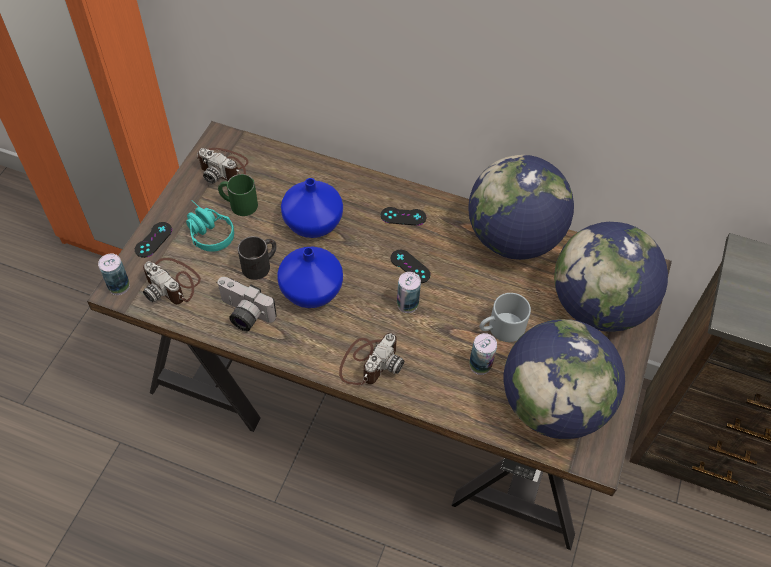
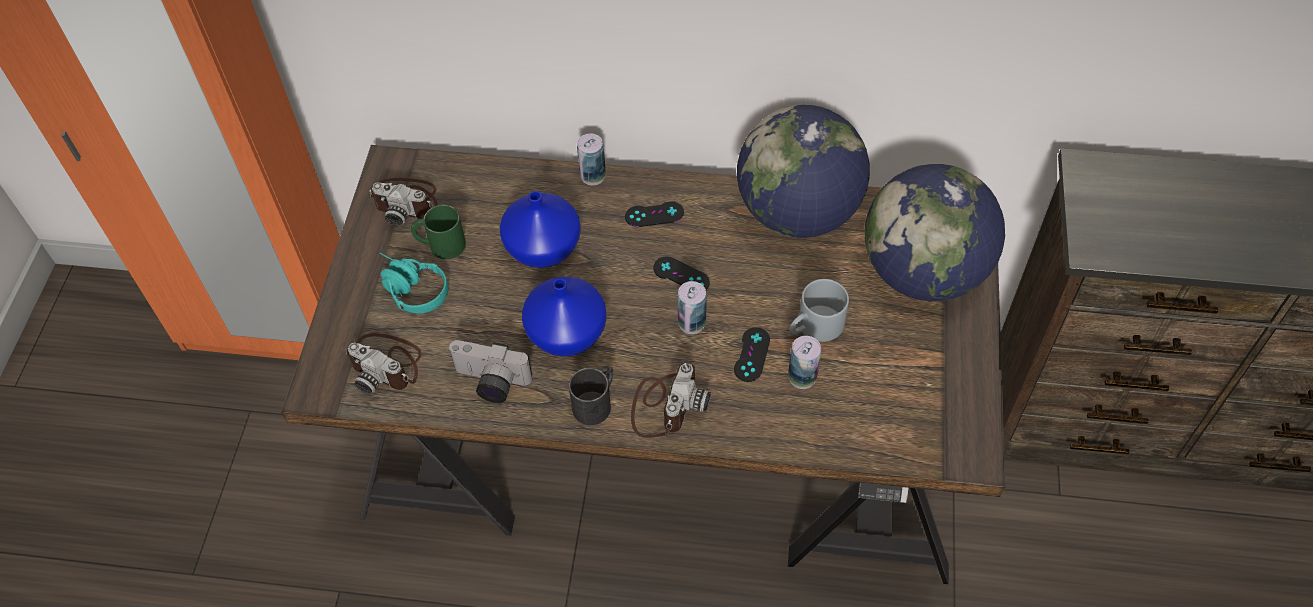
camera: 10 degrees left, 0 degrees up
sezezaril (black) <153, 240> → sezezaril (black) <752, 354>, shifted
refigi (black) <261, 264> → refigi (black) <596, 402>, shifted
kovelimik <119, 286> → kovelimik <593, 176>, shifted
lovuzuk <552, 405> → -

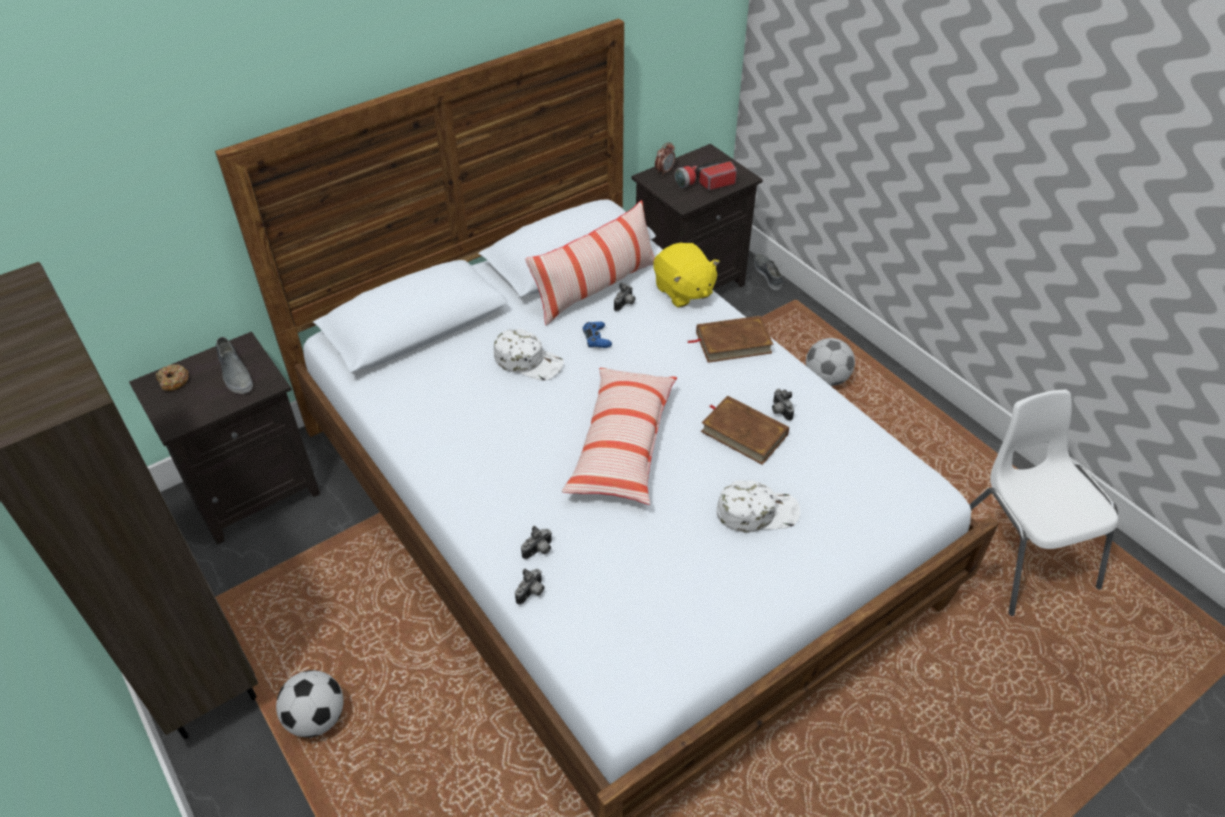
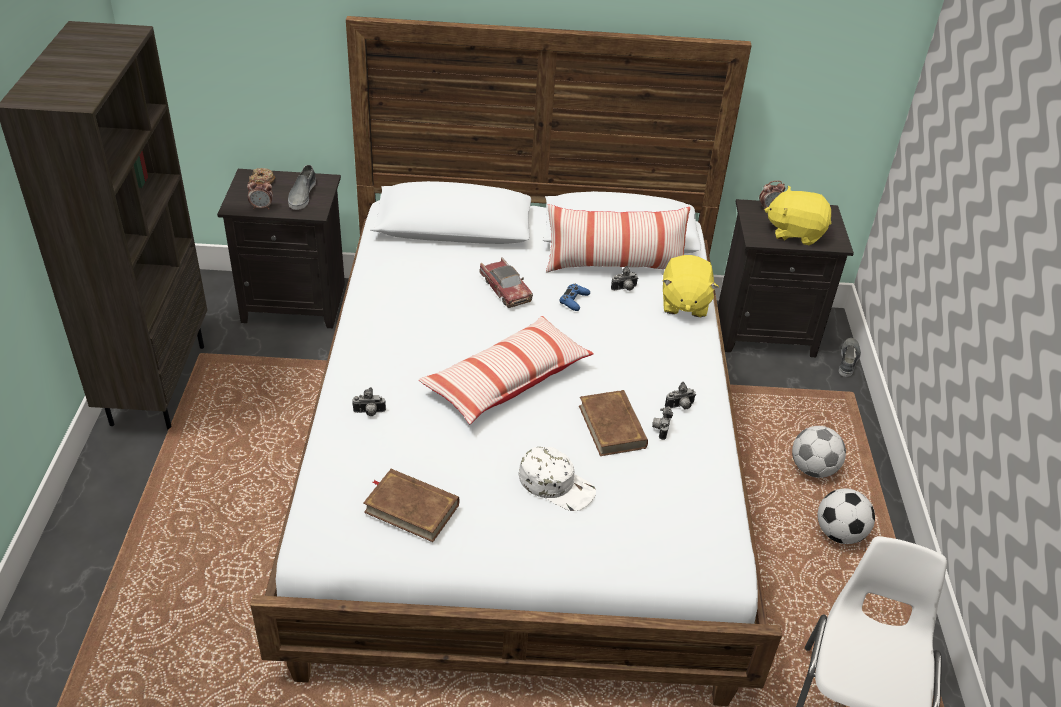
camera: 35 degrees right, 5 degrees down
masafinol <705, 183> → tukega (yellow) <795, 232>
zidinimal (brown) <733, 342> → zidinimal (brown) <411, 508>, shifted
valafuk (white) <528, 361> → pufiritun <505, 289>
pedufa <532, 593> → pedufa <680, 406>, shifted
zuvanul <316, 718> → zuvanul <839, 533>, shifted
- → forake <262, 207>

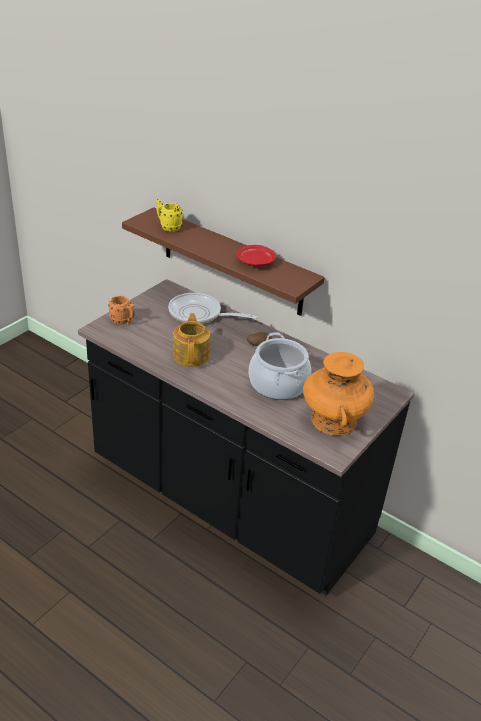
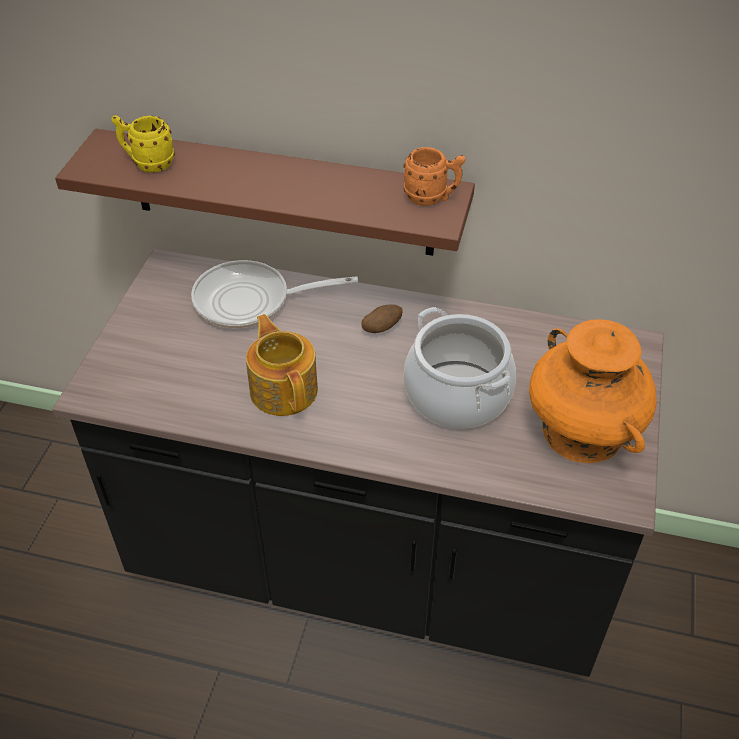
camera: 20 degrees left, 10 degrees up
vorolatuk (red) <255, 262> → -
refigi (orange) <123, 322> → refigi (orange) <432, 198>, shifted

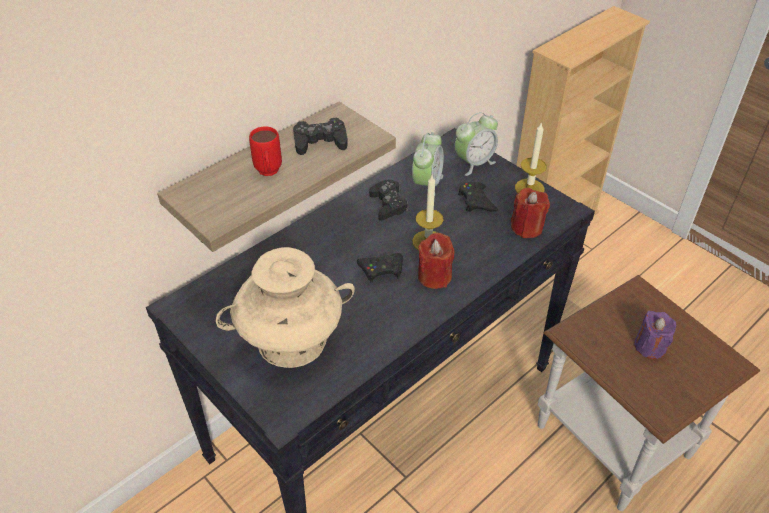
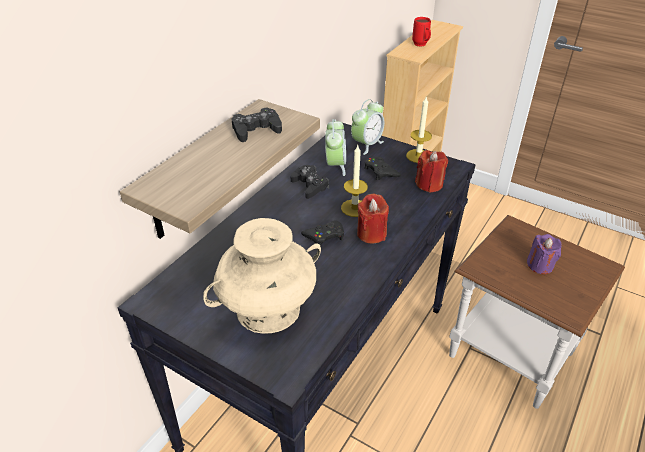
camera: 15 degrees left, 5 degrees down
refigi (red) <269, 174> → refigi (red) <421, 45>, shifted

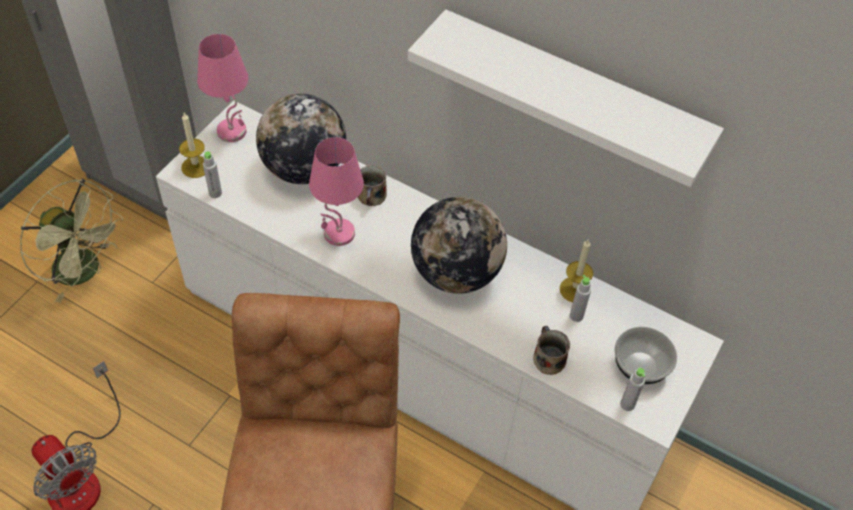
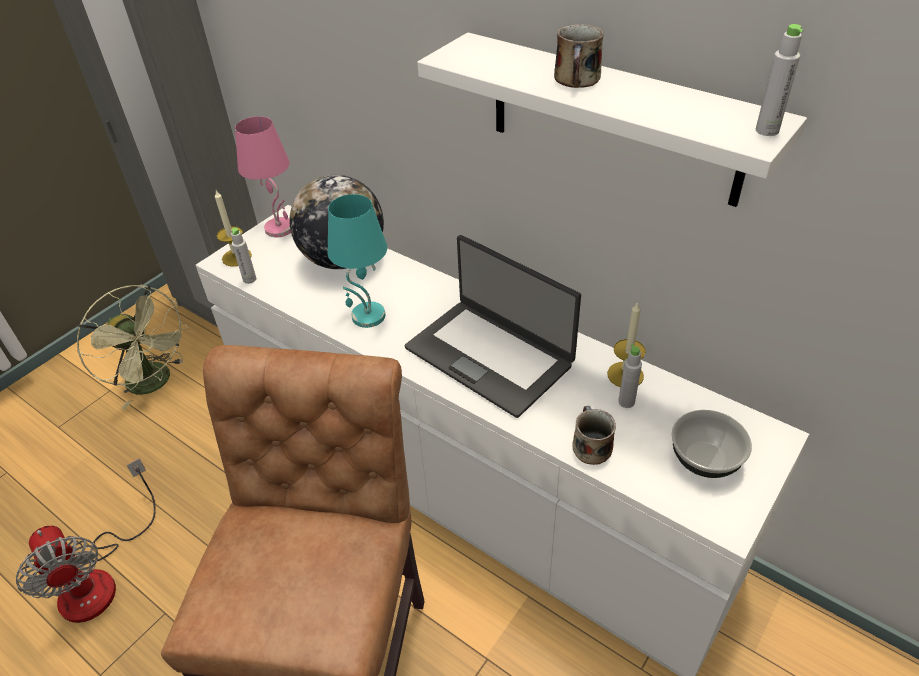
camera: 10 degrees right, 10 degrees down
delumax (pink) <338, 234> → delumax (turquoise) <368, 317>
refigi <372, 196> → refigi <577, 79>, shifted
lovuzuk <456, 273> → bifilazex <490, 355>
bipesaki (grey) <627, 404> → bipesaki (grey) <767, 130>, shifted

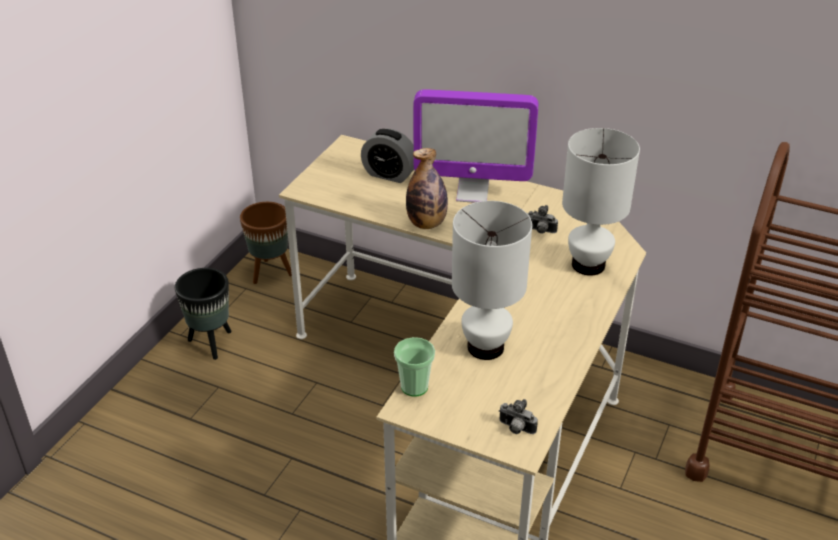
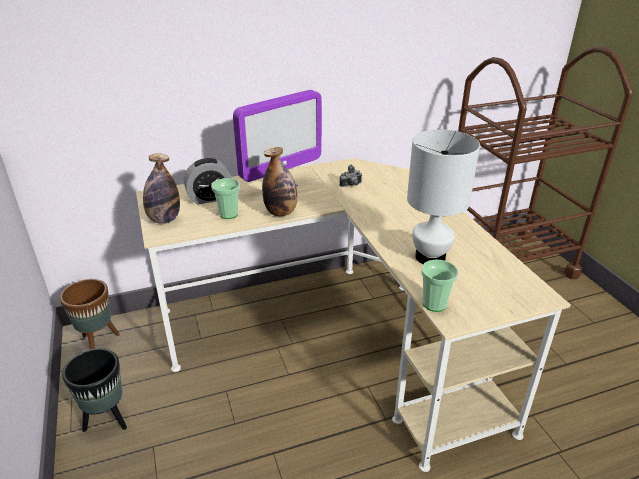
camera: 45 degrees left, 5 degrees down
delumax (white) <589, 265> → -
pedufa <515, 429> → -
- → bipesaki <164, 220>
- → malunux <228, 214>

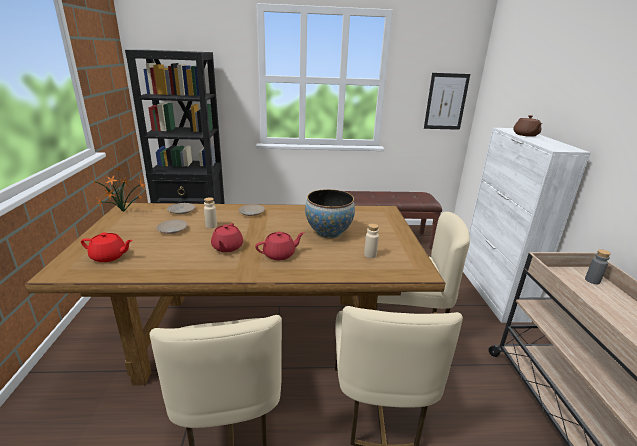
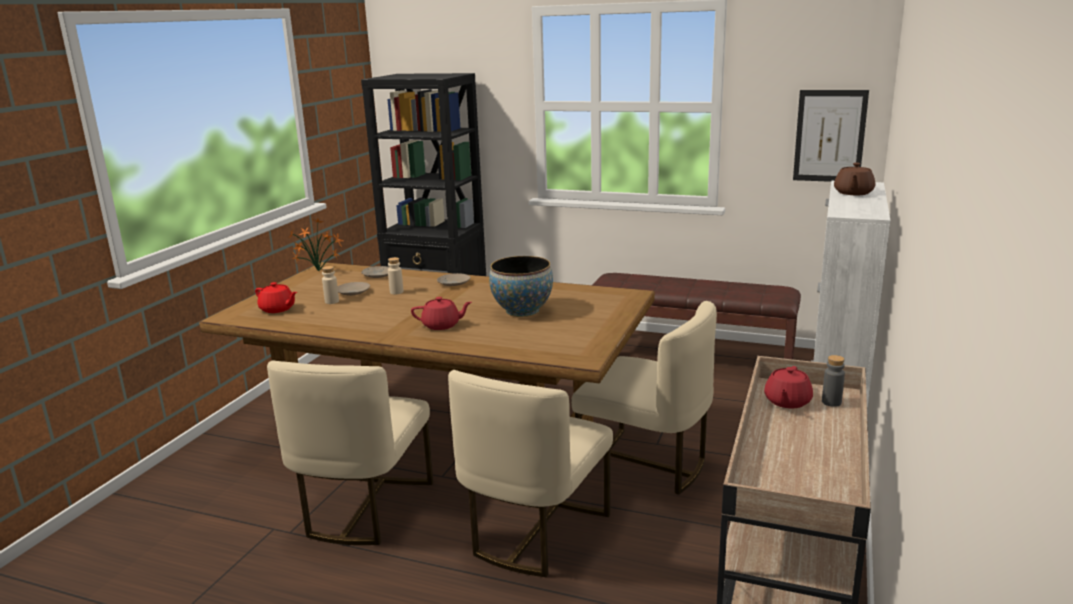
camera: 25 degrees right, 5 degrees down
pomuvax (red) <227, 247> → pomuvax (red) <787, 402>, shifted
bipesaki (beige) <370, 255> → bipesaki (beige) <332, 301>, shifted

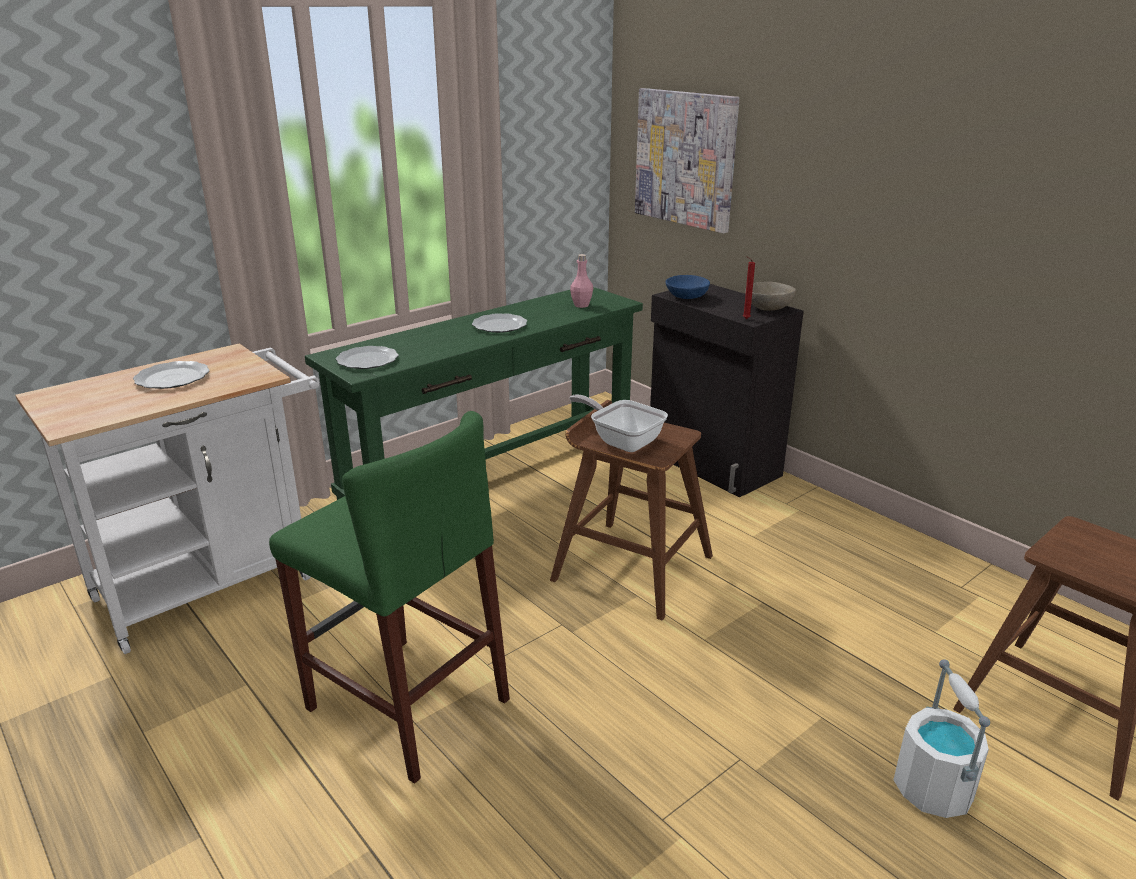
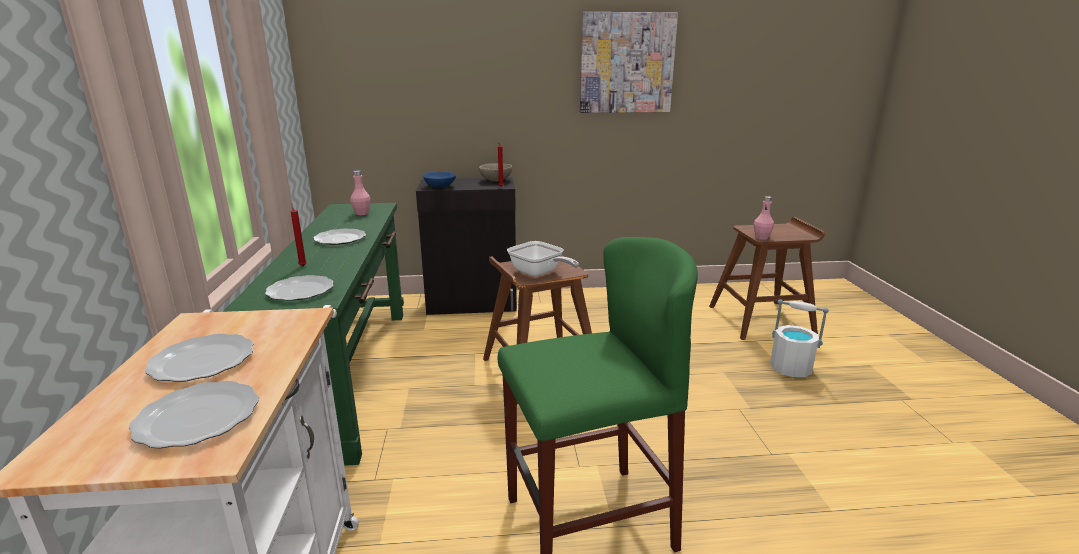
camera: 55 degrees left, 5 degrees down
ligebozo <685, 159> → ligebozo <626, 63>, shifted
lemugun <622, 441> → lemugun <539, 273>, 120 degrees counterclockwise
- → bipesaki (pink) <761, 238>
- → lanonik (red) <302, 265>
- → vorolatuk <196, 417>

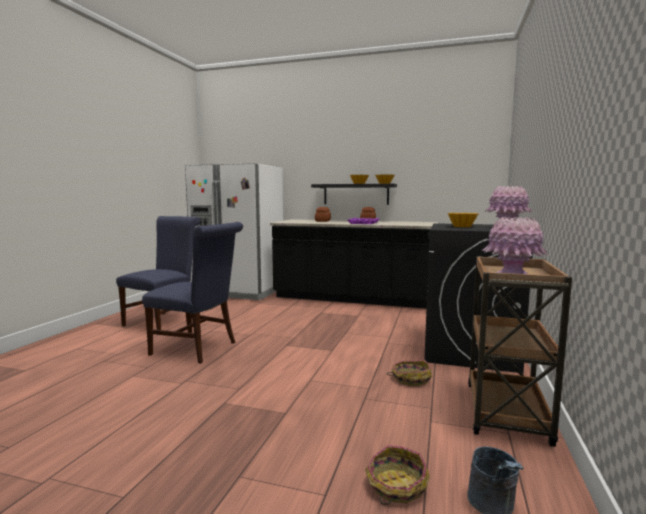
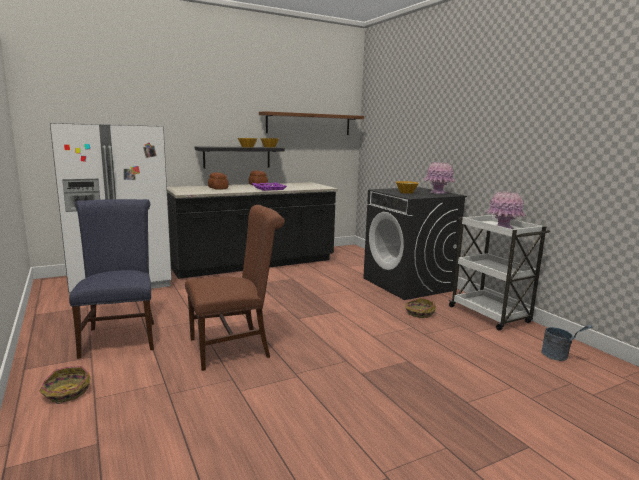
camera: 45 degrees left, 5 degrees up
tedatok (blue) <198, 349> → tedatok (brown) <235, 347>
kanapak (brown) <506, 414> → kanapak (white) <490, 315>
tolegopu <396, 486> → tolegopu <66, 393>, shifted
- → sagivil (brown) <309, 124>

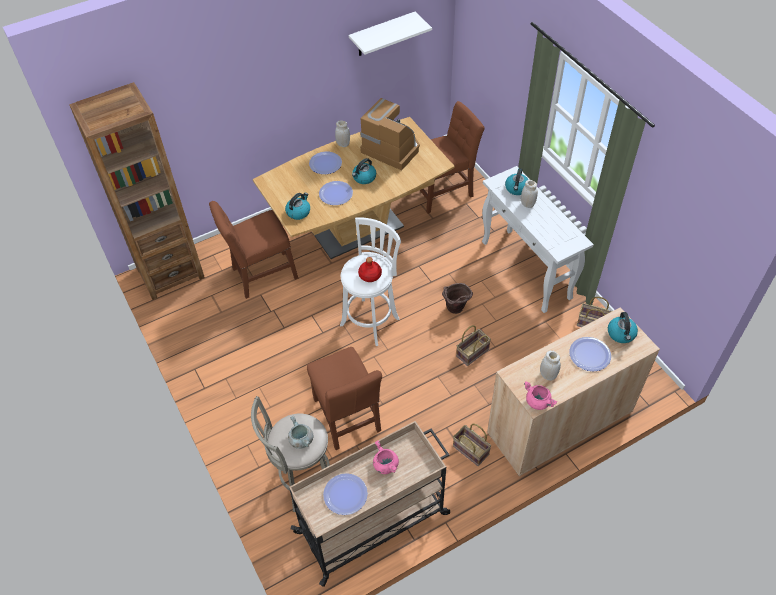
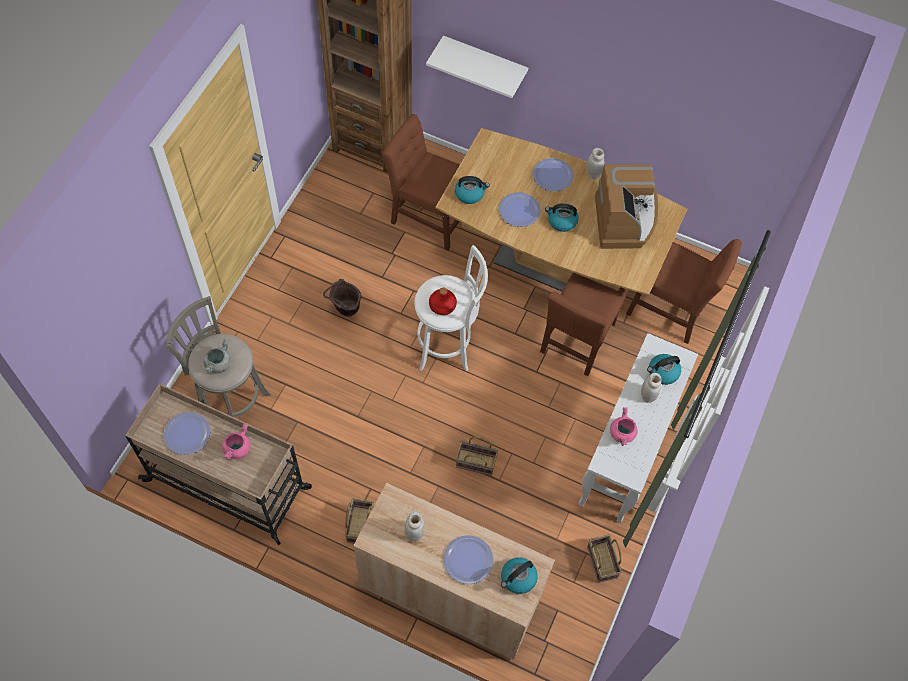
camera: 50 degrees right, 10 degrees up
sagivil (white) <382, 35> → sagivil (white) <484, 62>, shifted
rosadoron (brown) <455, 310> → rosadoron (brown) <345, 311>, shifted
tedatok (brown) <347, 418> → tedatok (brown) <576, 341>, shifted
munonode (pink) <538, 402> → munonode (pink) <622, 434>, shifted

